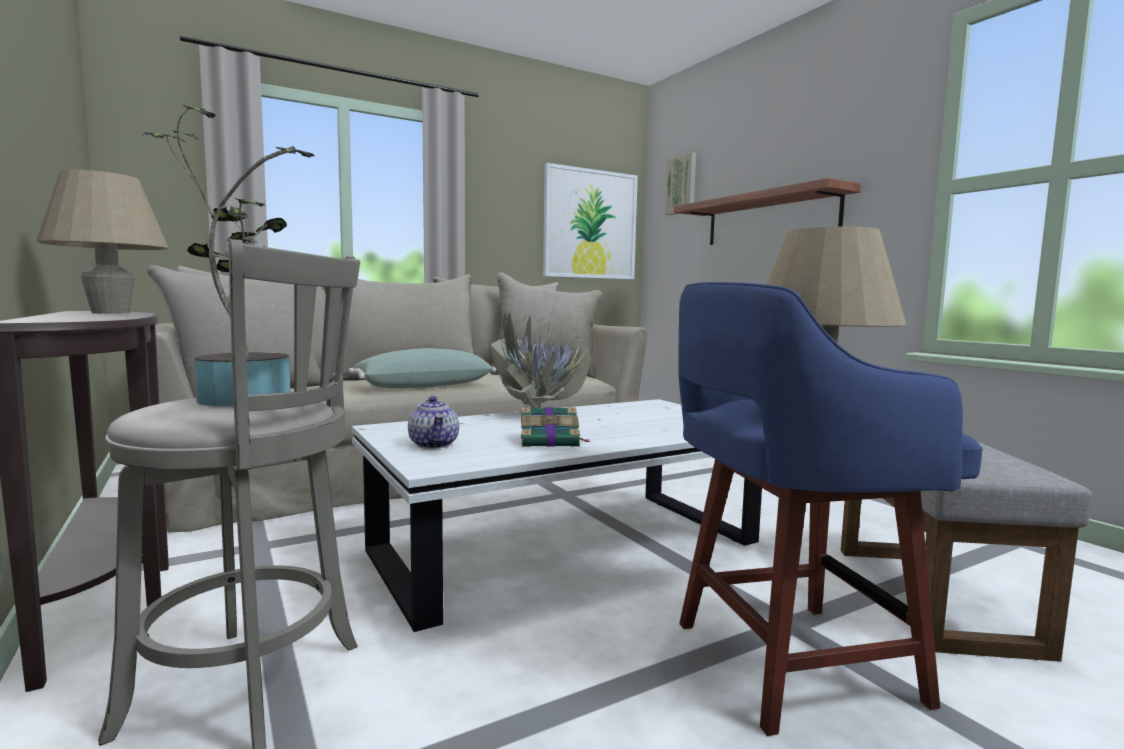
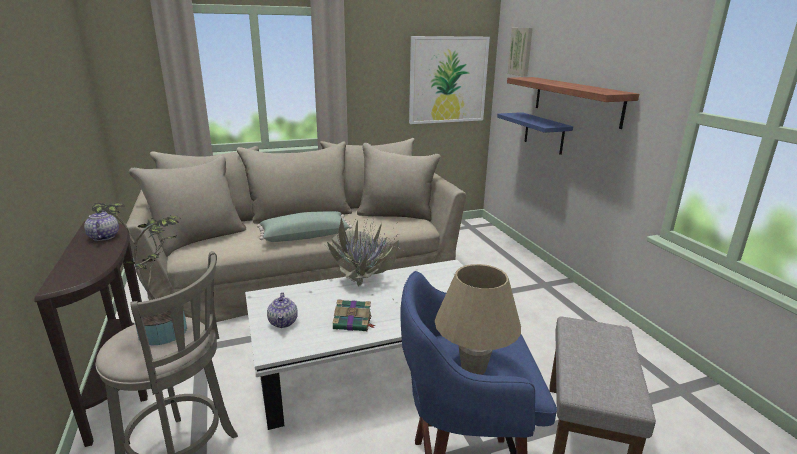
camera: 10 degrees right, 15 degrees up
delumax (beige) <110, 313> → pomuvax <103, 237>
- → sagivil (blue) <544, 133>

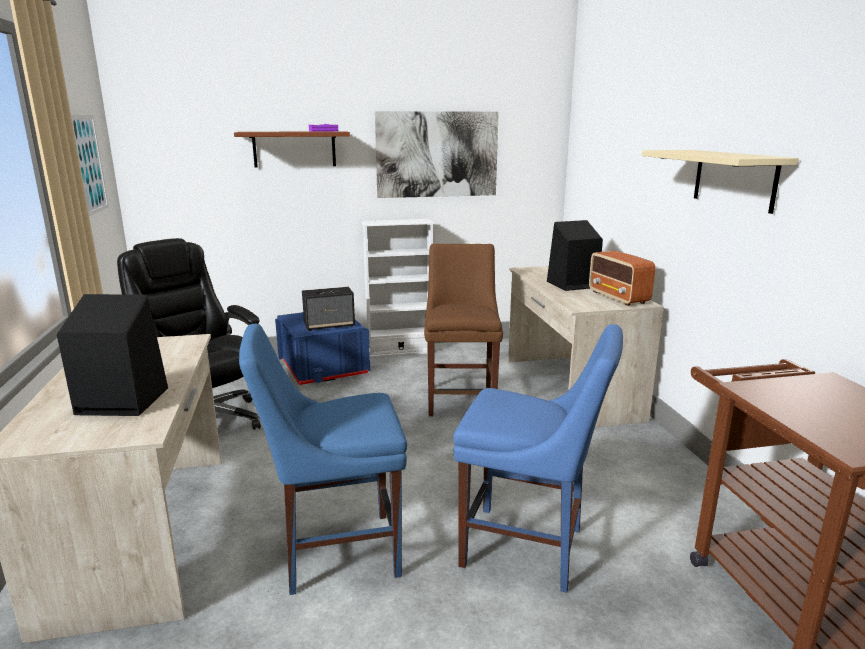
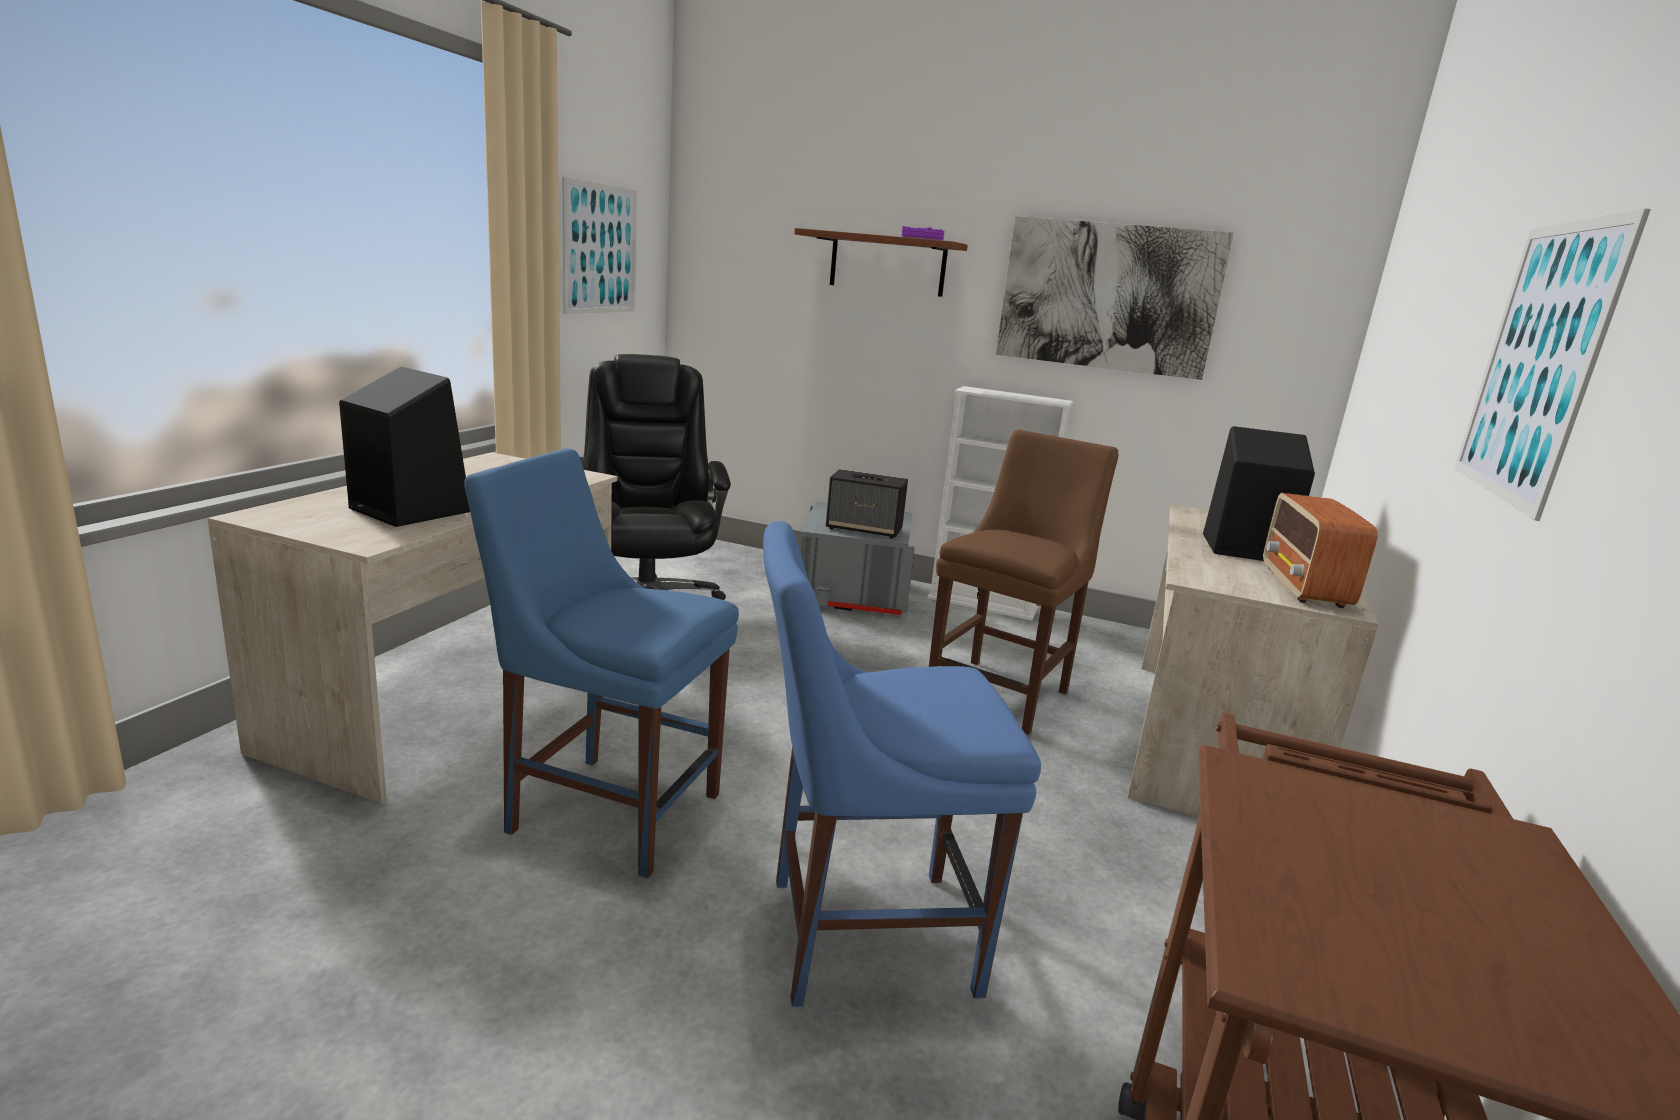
camera: 30 degrees right, 0 degrees up
sagivil (beige) <734, 179> → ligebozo <1536, 362>
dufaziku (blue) <324, 368> → dufaziku (grey) <853, 592>
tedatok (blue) <529, 549> → tedatok (blue) <859, 933>, 120 degrees clockwise

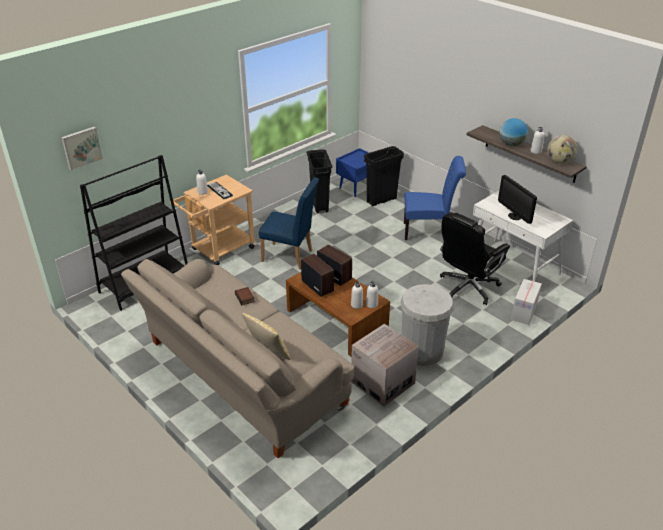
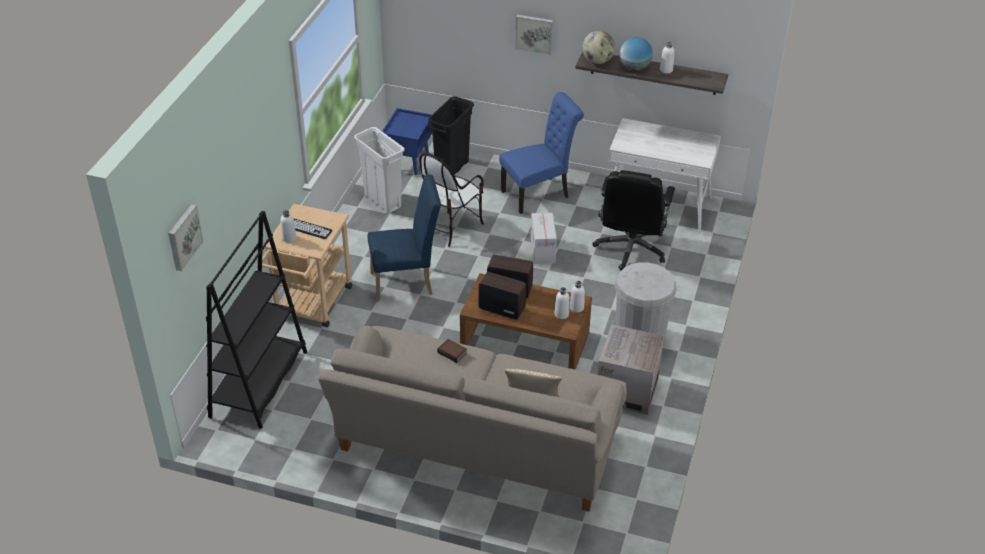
camera: 30 degrees left, 5 degrees up
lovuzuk <559, 162> → lovuzuk <597, 61>, shifted
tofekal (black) <319, 205> → tofekal (white) <383, 201>
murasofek <514, 216> → -
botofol <524, 312> → botofol <542, 250>, shifted
- → ligebozo <534, 33>
- → tedatok <451, 226>

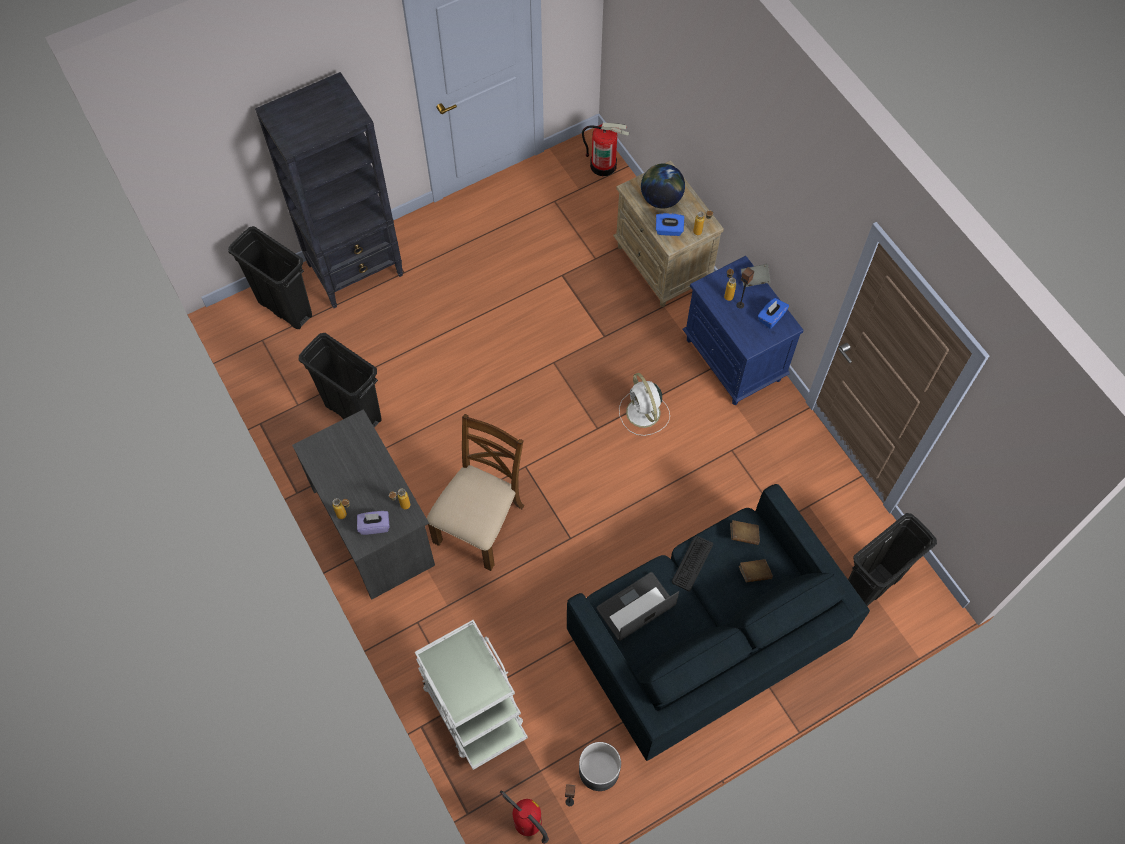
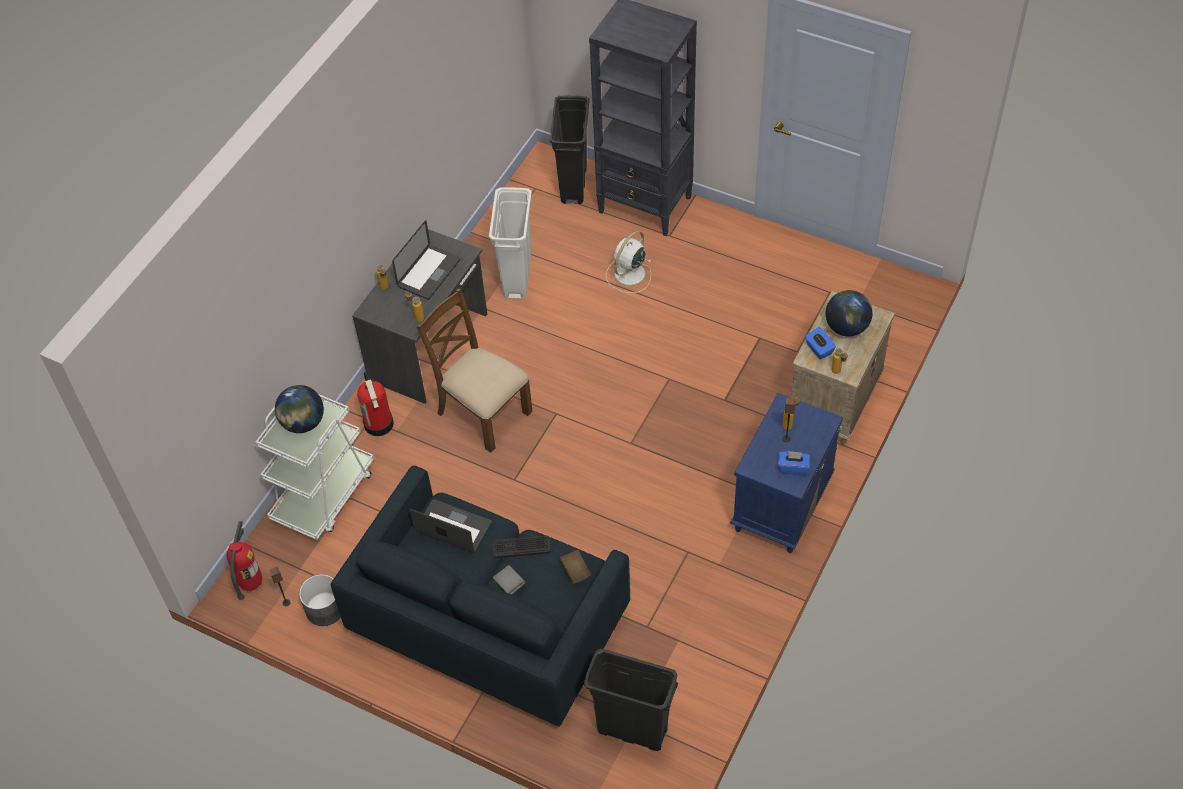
camera: 60 degrees right, 10 degrees down
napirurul <603, 165> → napirurul <379, 424>, shifted
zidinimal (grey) <754, 279> → zidinimal (grey) <509, 584>, shifted
tofekal (black) <354, 413> → tofekal (white) <517, 278>
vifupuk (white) <644, 413> → vifupuk (white) <629, 275>, shifted
tedatok (brown) <480, 523> → tedatok (brown) <482, 412>, 135 degrees counterclockwise
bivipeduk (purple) <374, 526> → -
zidinimal (brown) <754, 573> → -
- → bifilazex <429, 273>
- → lovuzuk <303, 423>

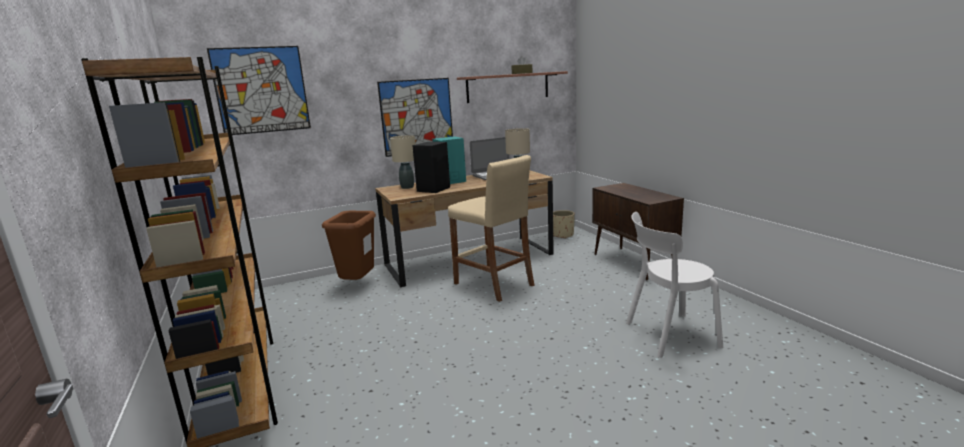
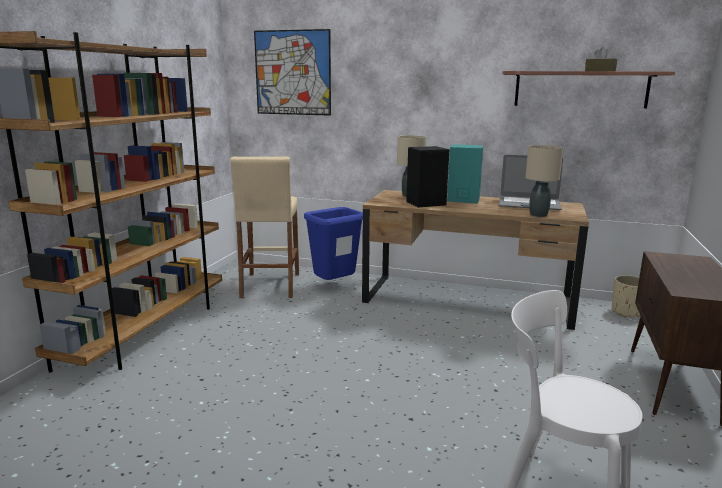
camera: 40 degrees right, 0 degrees up
ligebozo <417, 117> → -
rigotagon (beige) <494, 284> → rigotagon (beige) <270, 285>, shifted
tofekal (brown) <358, 284> → tofekal (blue) <335, 286>

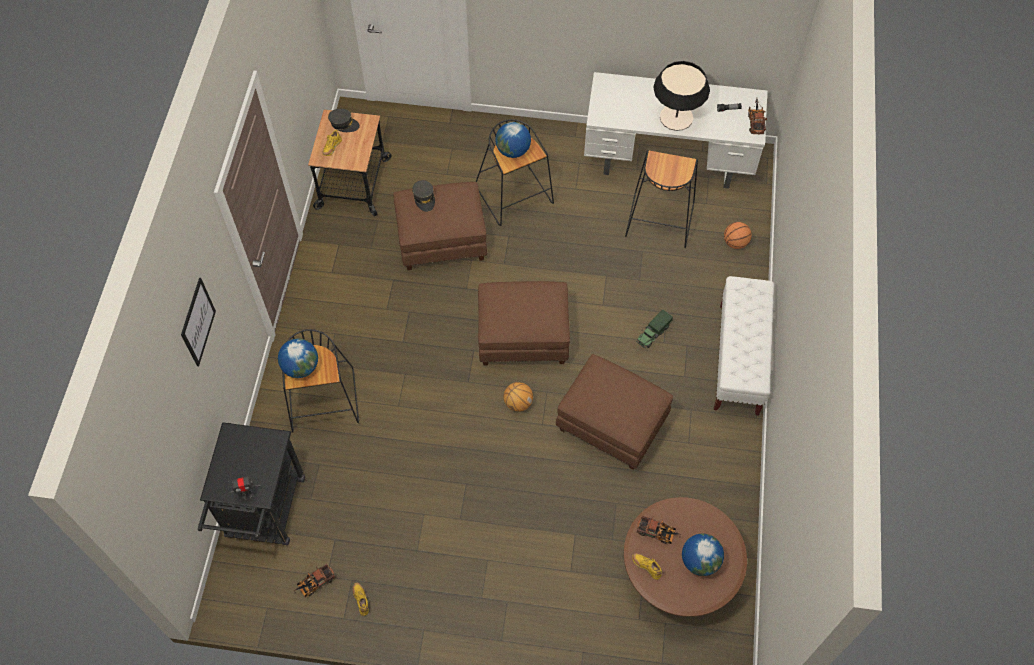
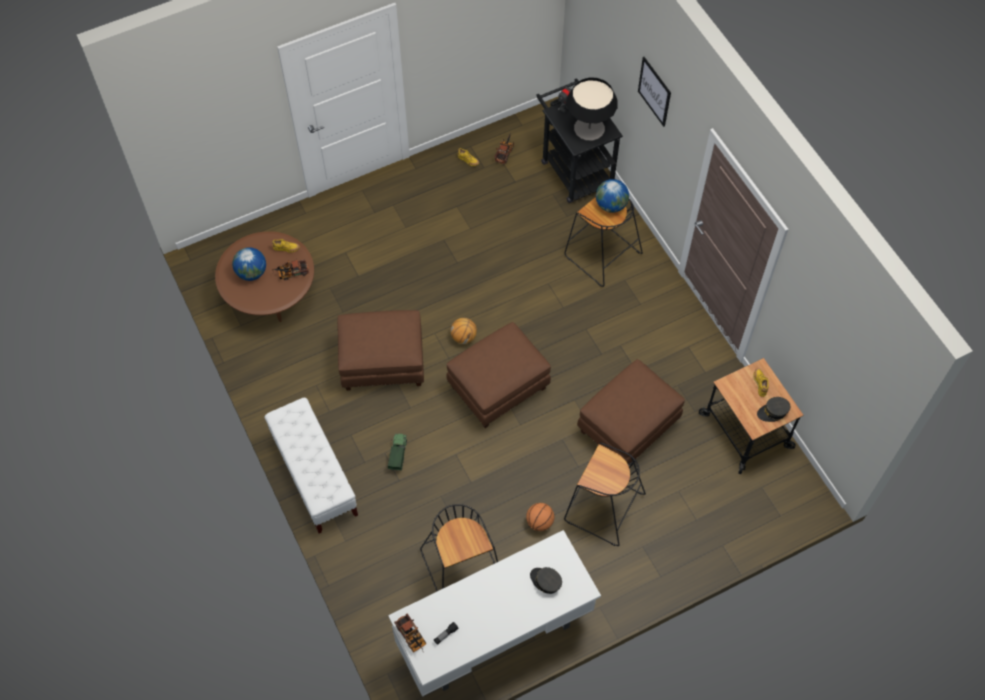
camera: 145 degrees right, 0 degrees up
delumax <676, 117> → delumax <589, 128>, shifted
lovuzuk <513, 151> → -
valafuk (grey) <424, 198> → valafuk (grey) <545, 581>, shifted
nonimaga <735, 243> → nonimaga <539, 522>, shifted

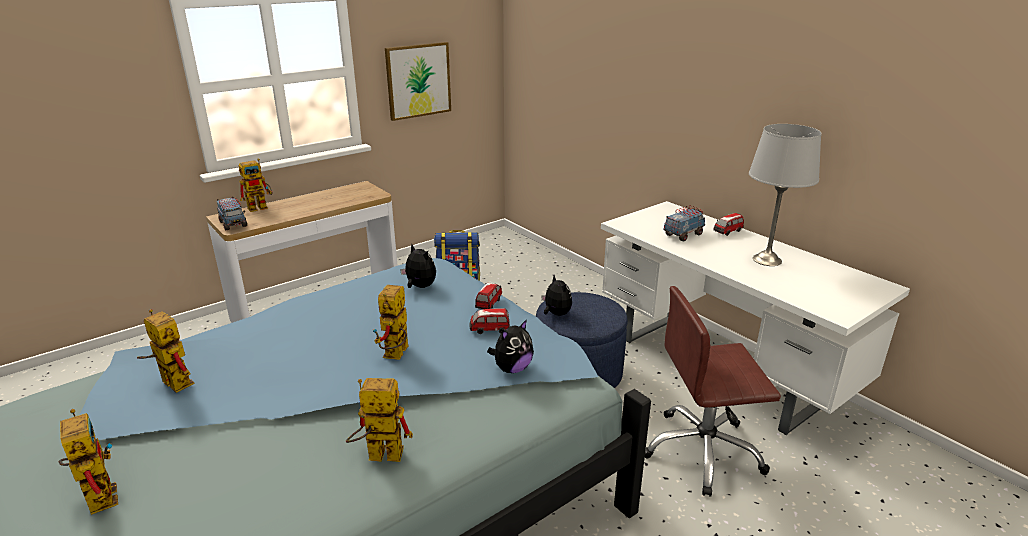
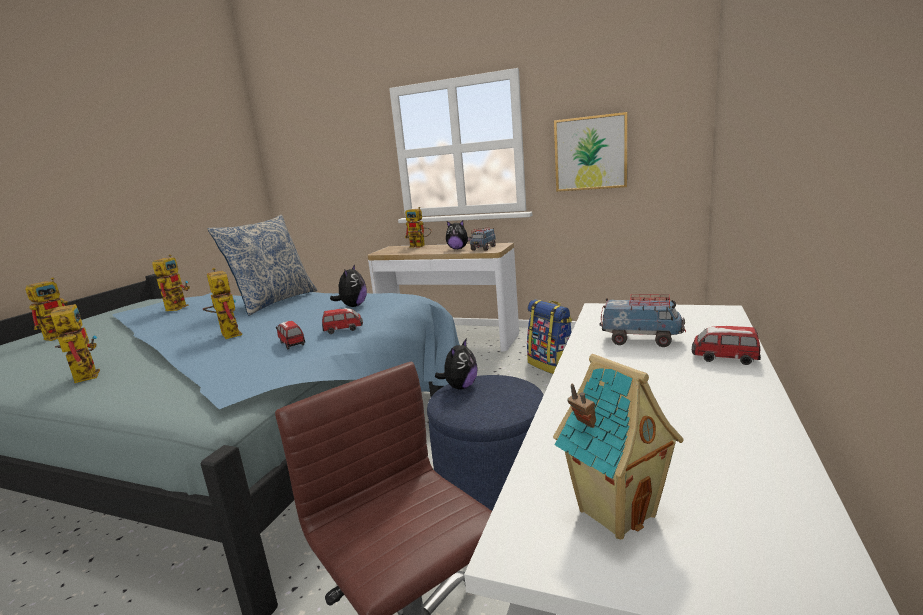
camera: 60 degrees right, 10 degrees down
delumax (grey) <767, 260> → -
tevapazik <233, 224> → tevapazik <483, 248>, shifted
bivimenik <396, 356> → bivimenik <227, 333>, 75 degrees clockwise
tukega <512, 368> → tukega <458, 249>, shifted
- → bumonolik <274, 302>
- → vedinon <615, 511>

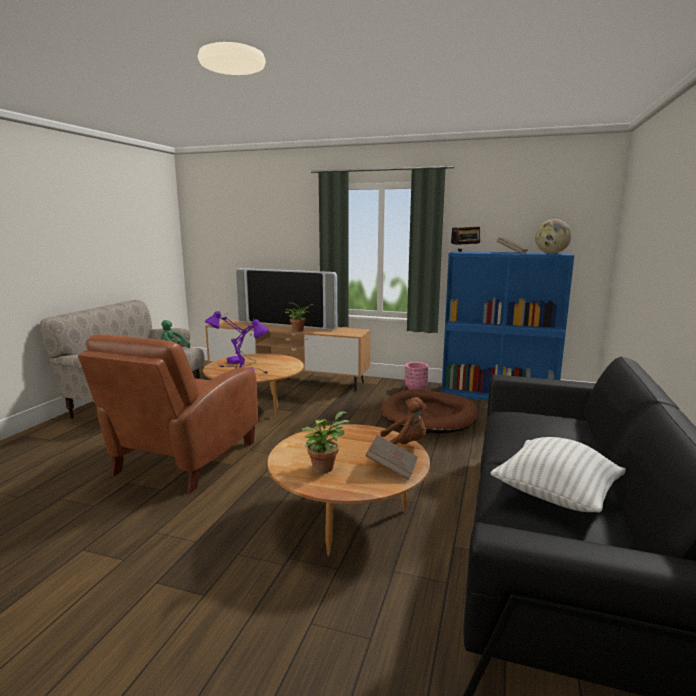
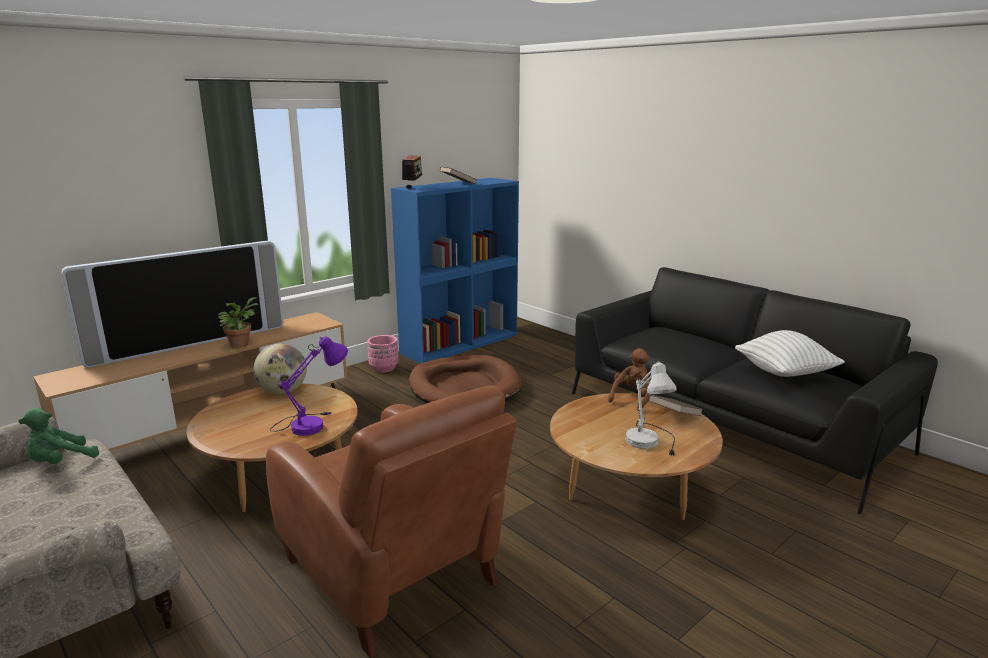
camera: 60 degrees left, 5 degrees up
lovuzuk <551, 253> → lovuzuk <283, 392>, shifted
delumax (purple) <233, 363> → -
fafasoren <324, 467> → delumax (white) <652, 444>

